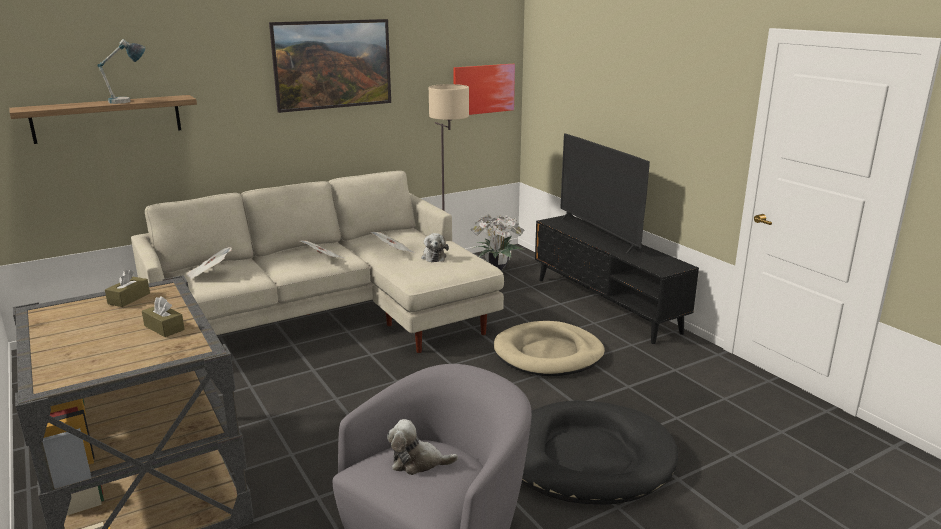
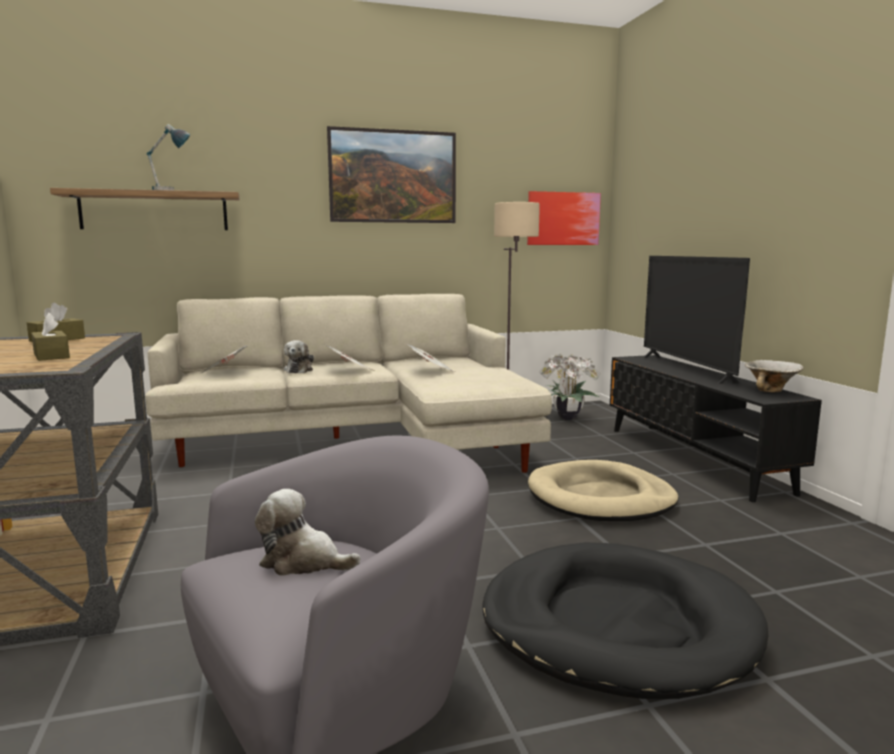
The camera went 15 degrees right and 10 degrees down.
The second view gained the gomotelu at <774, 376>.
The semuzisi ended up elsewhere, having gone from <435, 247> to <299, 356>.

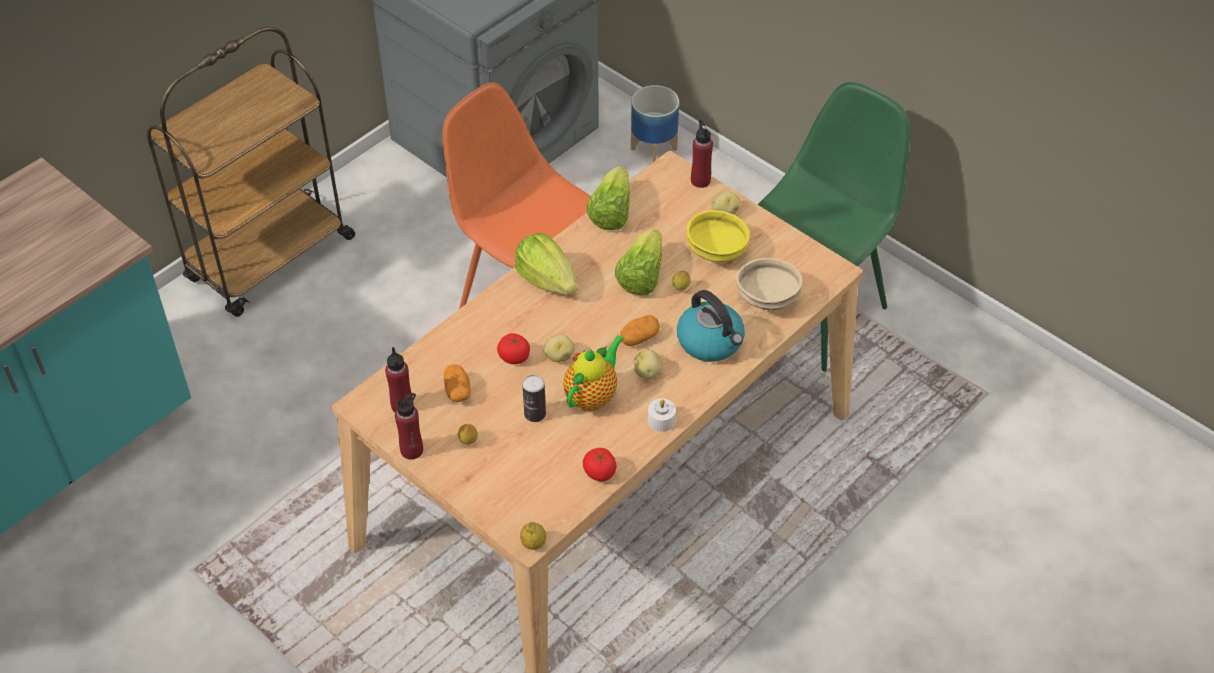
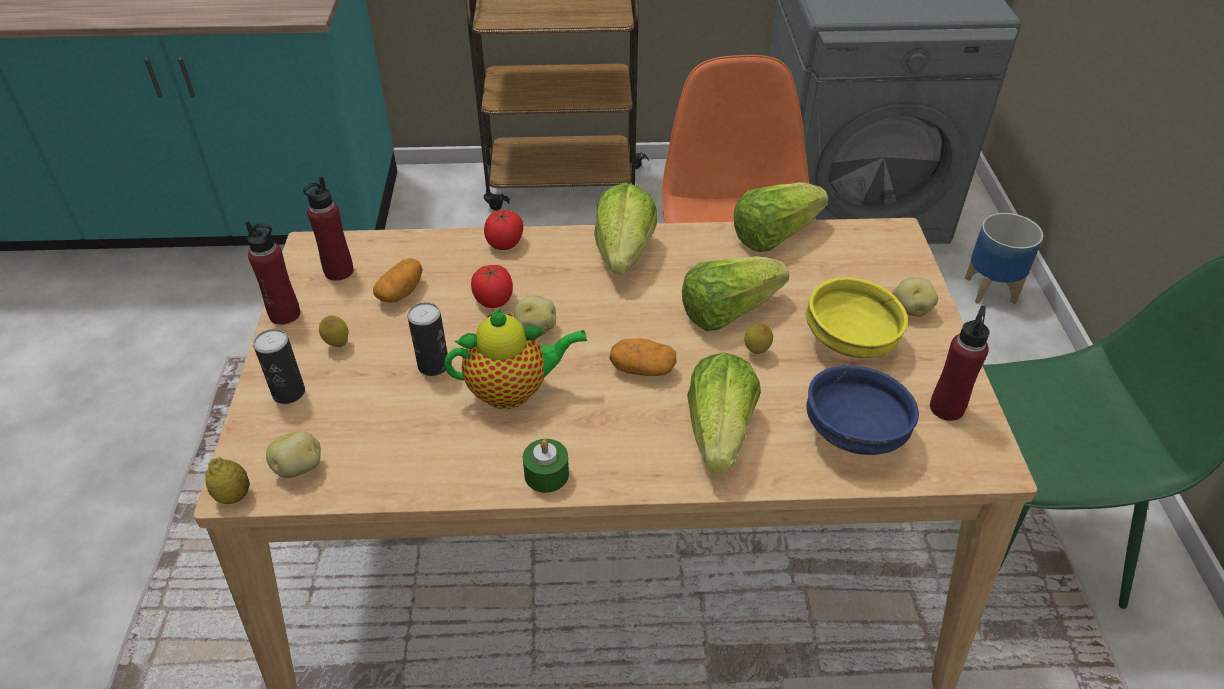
The camera went 45 degrees right and 5 degrees down.
The second view gained the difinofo at <279, 366>.
The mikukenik ended up elsewhere, having gone from <600, 465> to <503, 230>.
The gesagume ended up elsewhere, having gone from <648, 364> to <293, 454>.
The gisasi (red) ended up elsewhere, having gone from <702, 154> to <960, 363>.
Where the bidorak stood at <711, 326>, the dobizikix came to stand at <724, 413>.
What was the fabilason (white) at <662, 415> turned into the fabilason (green) at <546, 466>.
What was the gomotelu (beige) at <769, 284> turned into the gomotelu (blue) at <863, 410>.

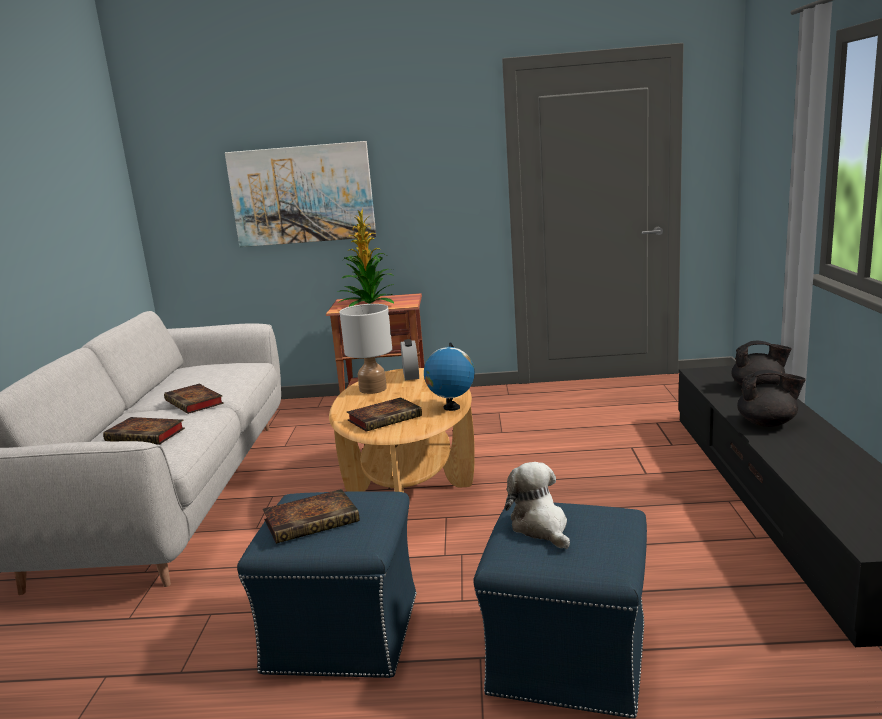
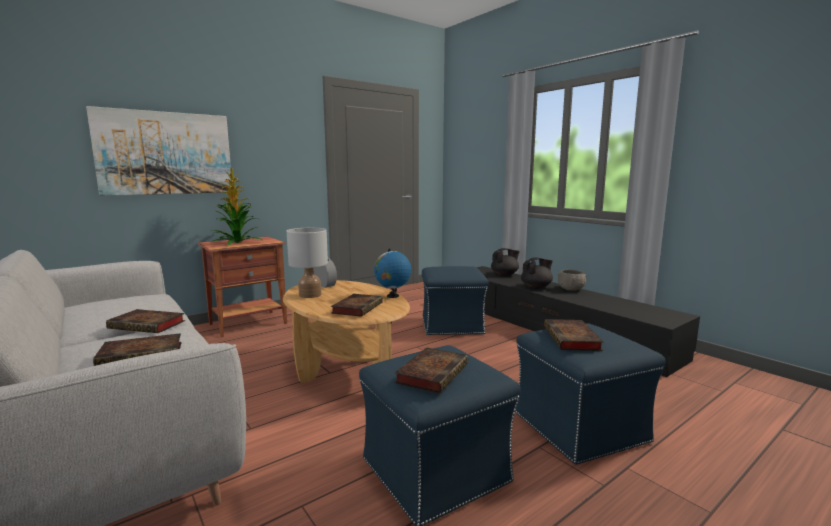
The camera went 40 degrees left and 5 degrees down.
The second view gained the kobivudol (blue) at <455, 301>.
The second view gained the gomotelu (grey) at <572, 280>.
Where the semuzisi stood at <537, 505>, the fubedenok came to stand at <574, 335>.

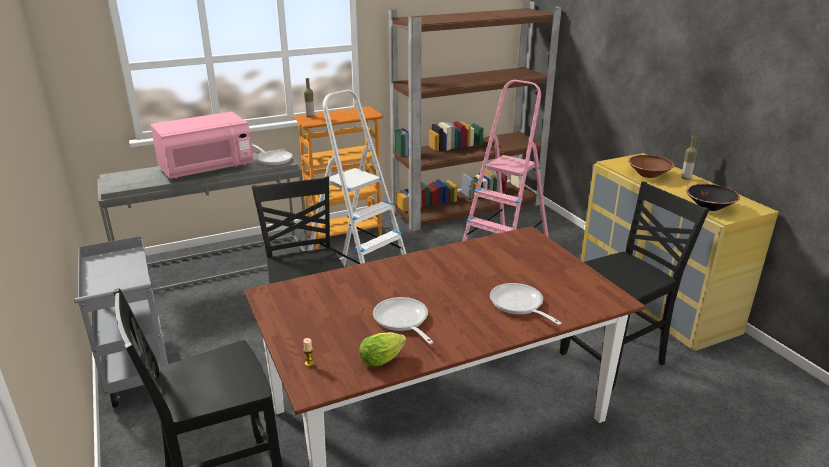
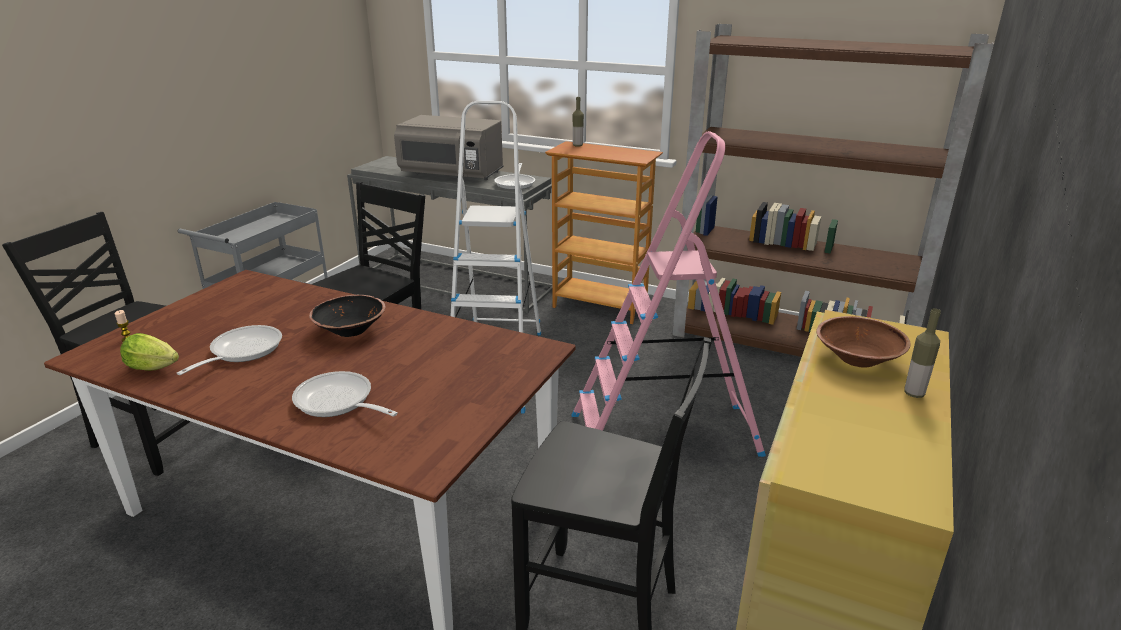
The camera went 50 degrees right and 0 degrees up.
The gomotelu (black) ended up elsewhere, having gone from <713, 197> to <347, 316>.
What was the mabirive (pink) at <202, 145> turned into the mabirive (grey) at <448, 147>.
The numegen at <526, 304> ended up facing another way, 75 degrees counterclockwise from before.

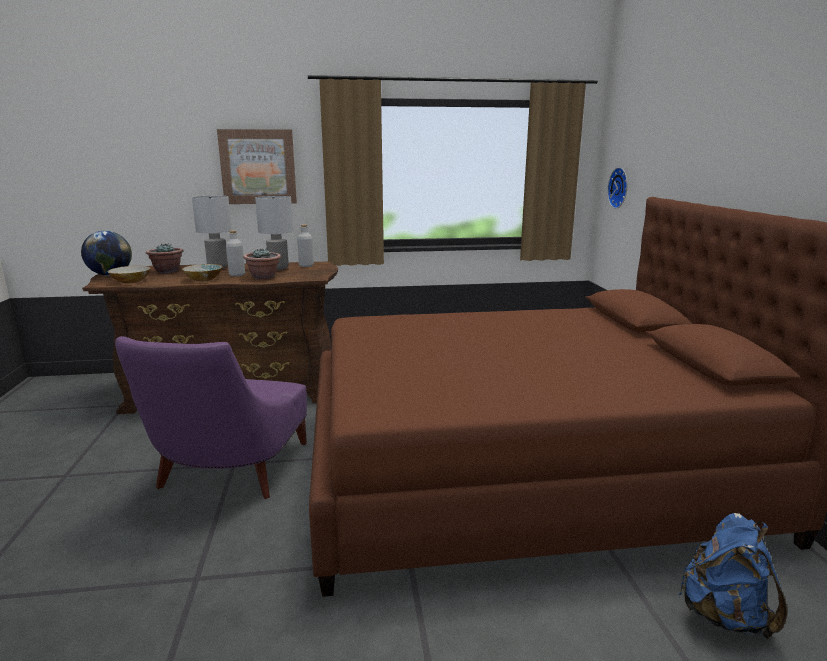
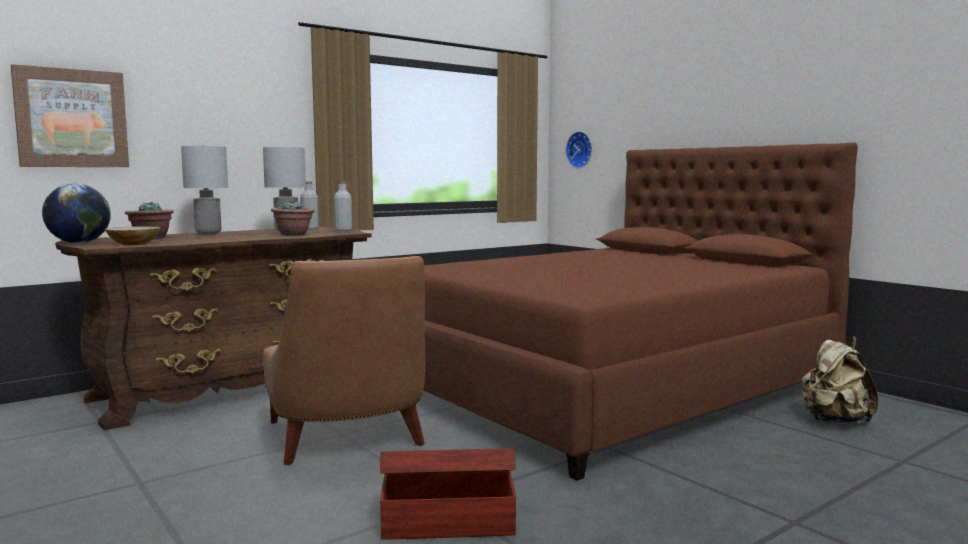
The camera went 30 degrees left and 10 degrees down.
The second view lost the gomotelu at <202, 272>.
The second view gained the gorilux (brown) at <448, 494>.
The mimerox ended up elsewhere, having gone from <257, 166> to <70, 115>.
The gisasi (grey) ended up elsewhere, having gone from <235, 253> to <343, 206>.
What was the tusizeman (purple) at <211, 417> turned into the tusizeman (brown) at <344, 360>.
What was the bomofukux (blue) at <733, 576> turned into the bomofukux (beige) at <840, 379>.

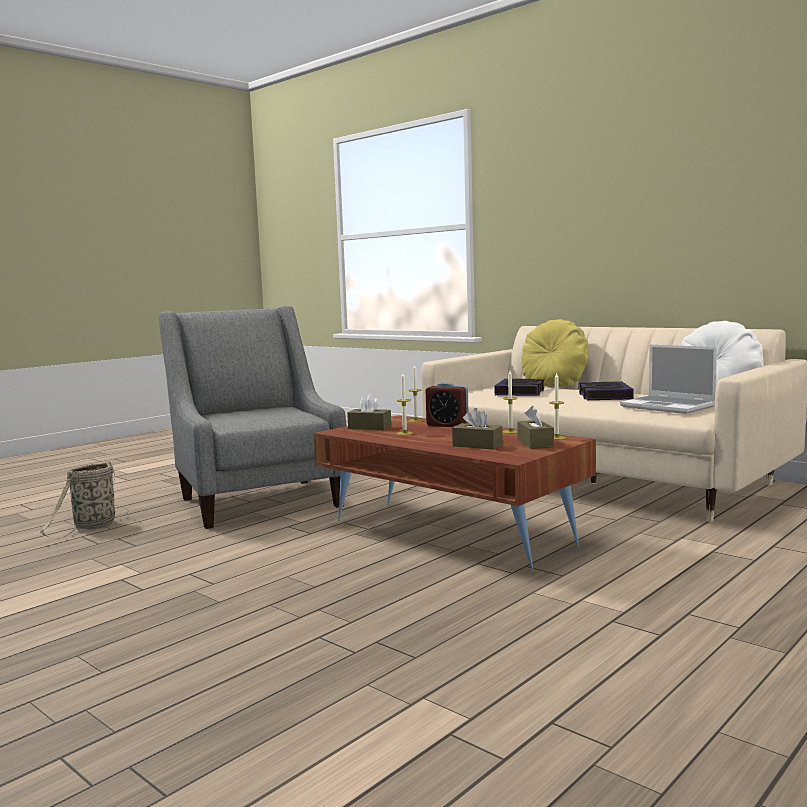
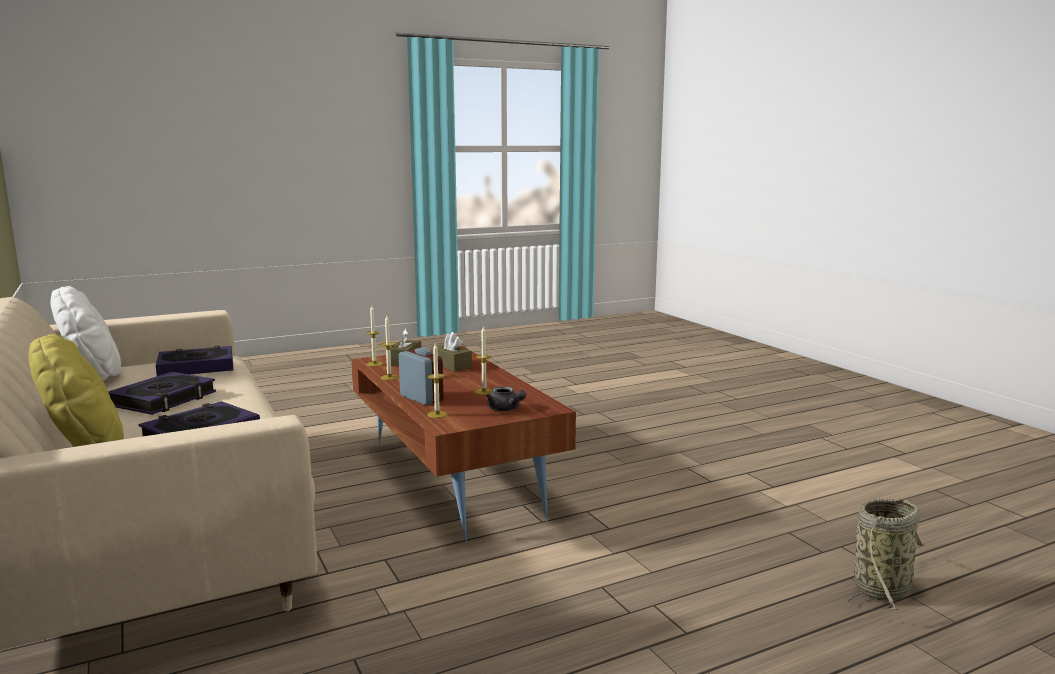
The camera went 160 degrees left and 5 degrees up.
The second view lost the tusizeman (grey) at <252, 417>.
Where the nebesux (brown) stood at <369, 412>, the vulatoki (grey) came to stand at <506, 398>.
Where the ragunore stood at <668, 379>, the fubedenok came to stand at <194, 361>.

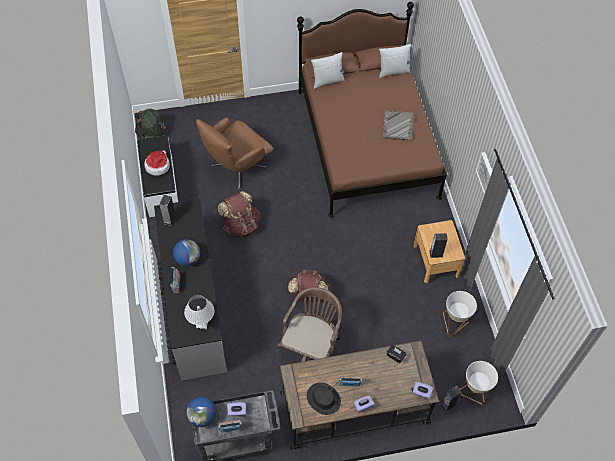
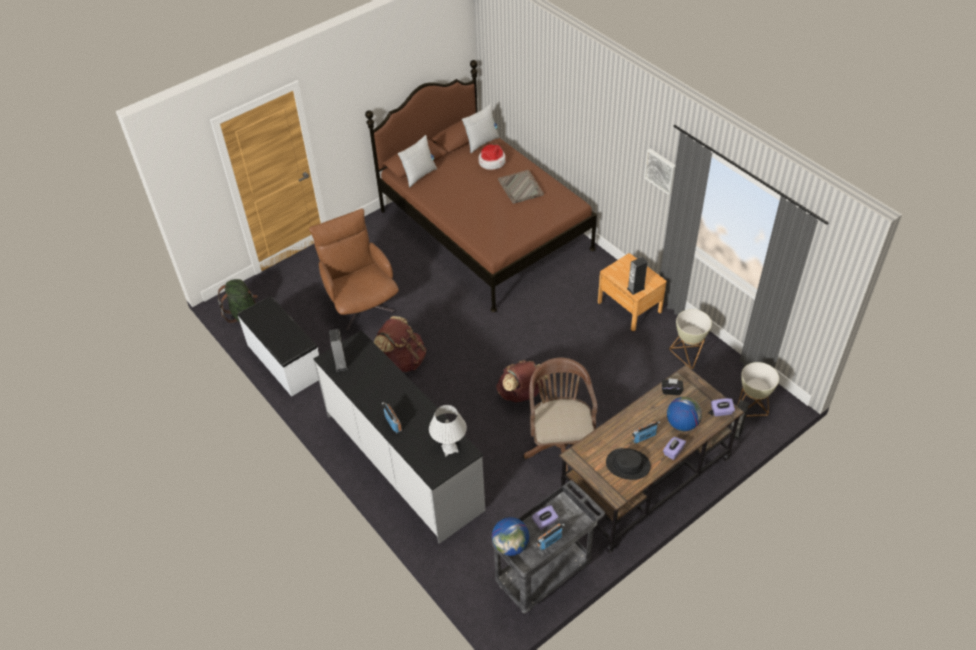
The camera went 25 degrees left and 10 degrees down.
The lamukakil ended up elsewhere, having gone from <157, 163> to <492, 157>.
The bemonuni ended up elsewhere, having gone from <186, 252> to <684, 414>.
The tusizeman (brown) at <234, 153> ended up facing another way, 135 degrees clockwise from before.

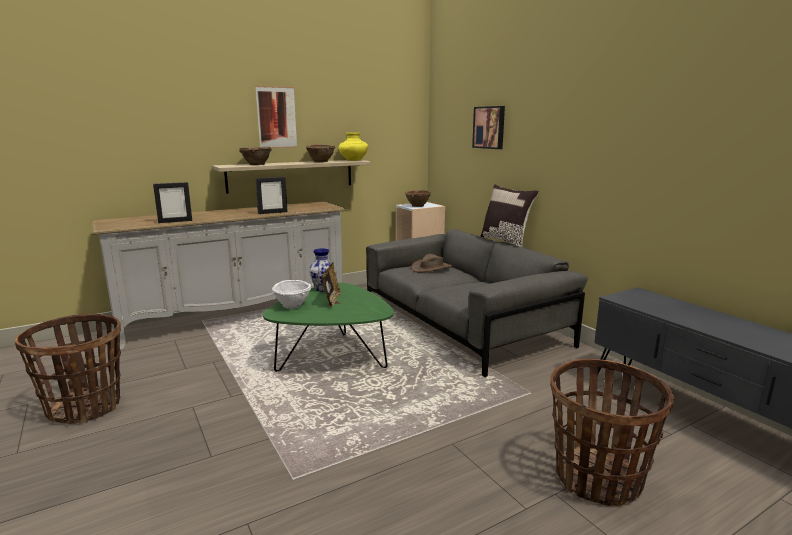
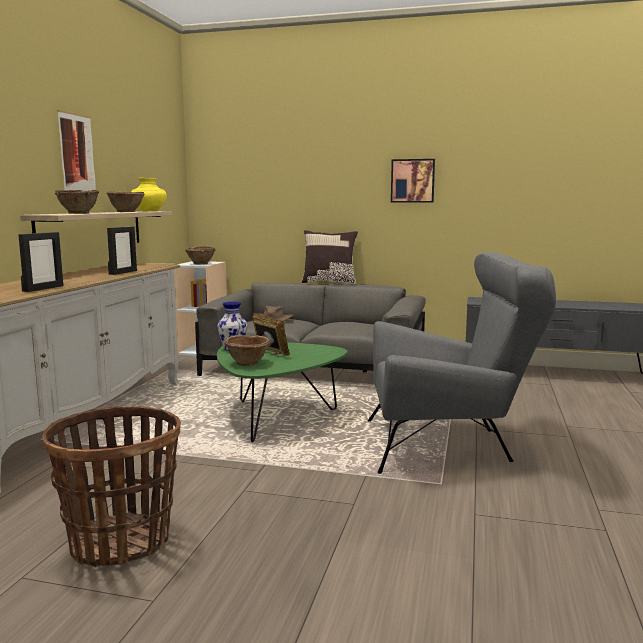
The camera went 45 degrees left and 5 degrees down.
The second view lost the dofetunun at <612, 432>.
The second view gained the tusizeman (grey) at <462, 363>.
The mimerox ended up elsewhere, having gone from <488, 127> to <413, 181>.
What was the gomotelu (white) at <291, 294> turned into the gomotelu (brown) at <248, 350>.

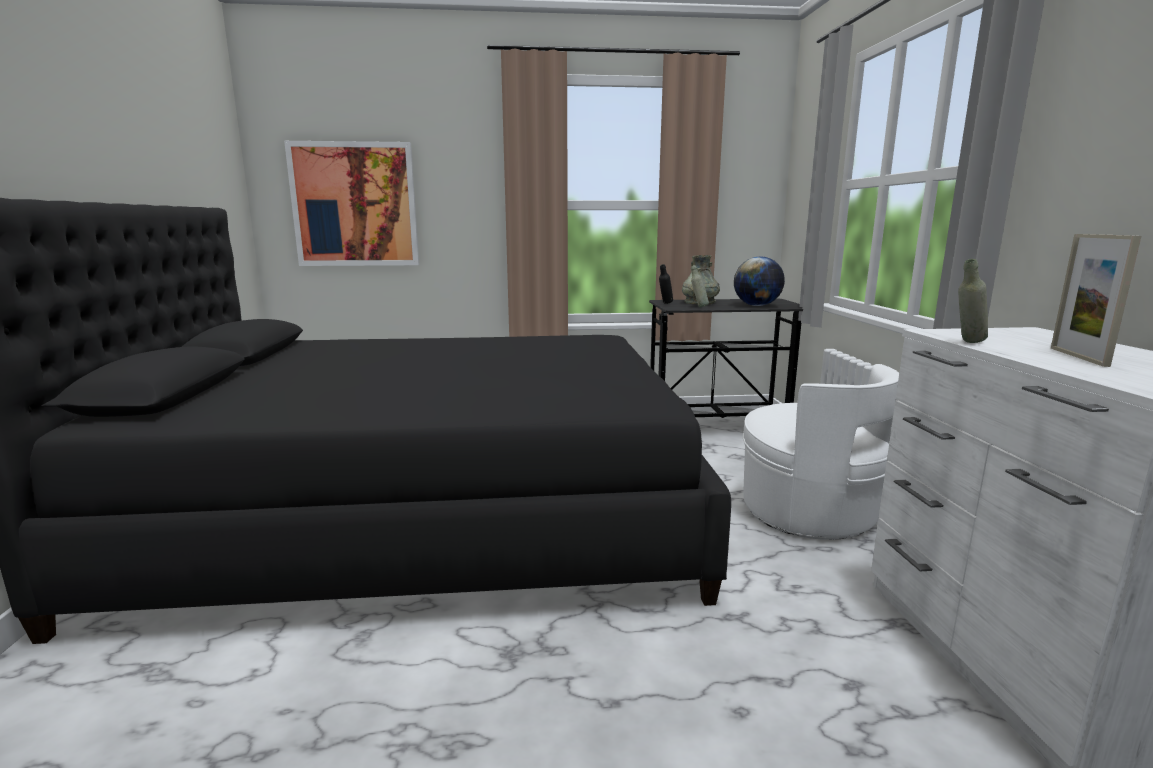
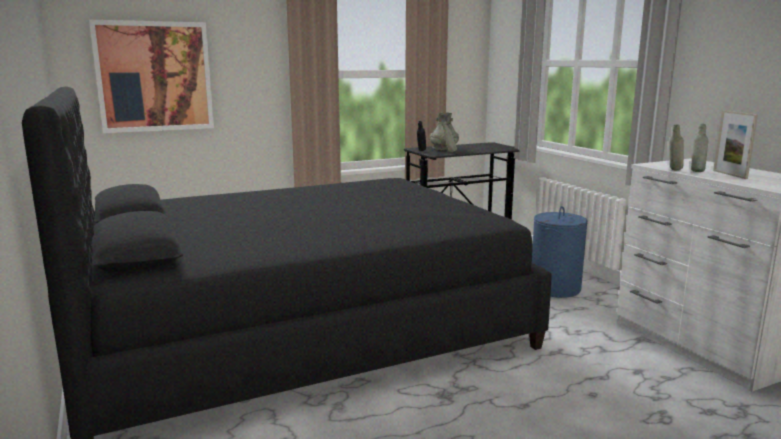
The camera went 20 degrees left and 0 degrees up.
The second view lost the bemonuni at <759, 281>.
The second view gained the gisasi (grey) at <699, 148>.
Where the tusizeman (white) stood at <821, 452>, the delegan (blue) came to stand at <560, 252>.

